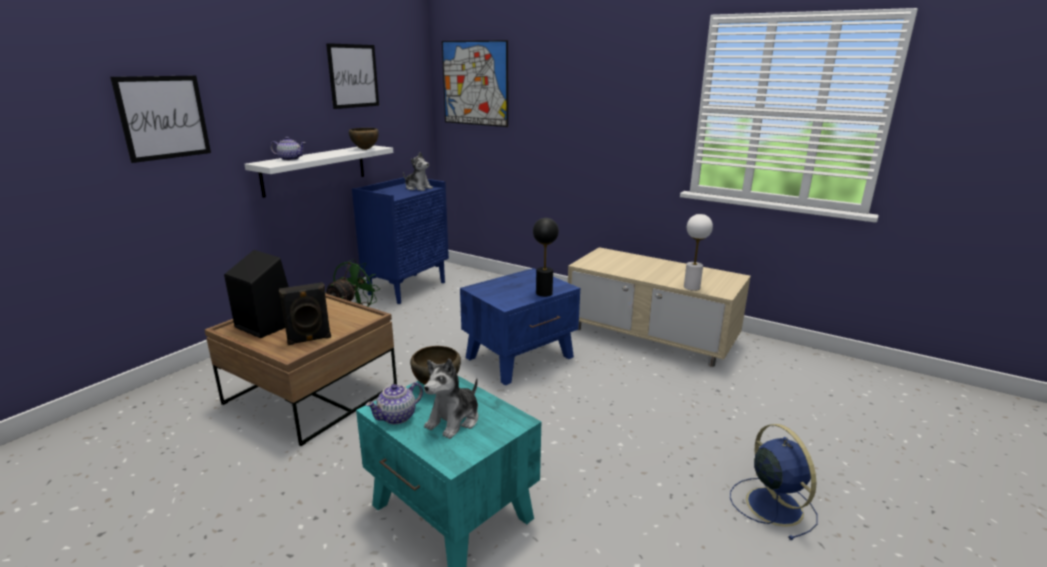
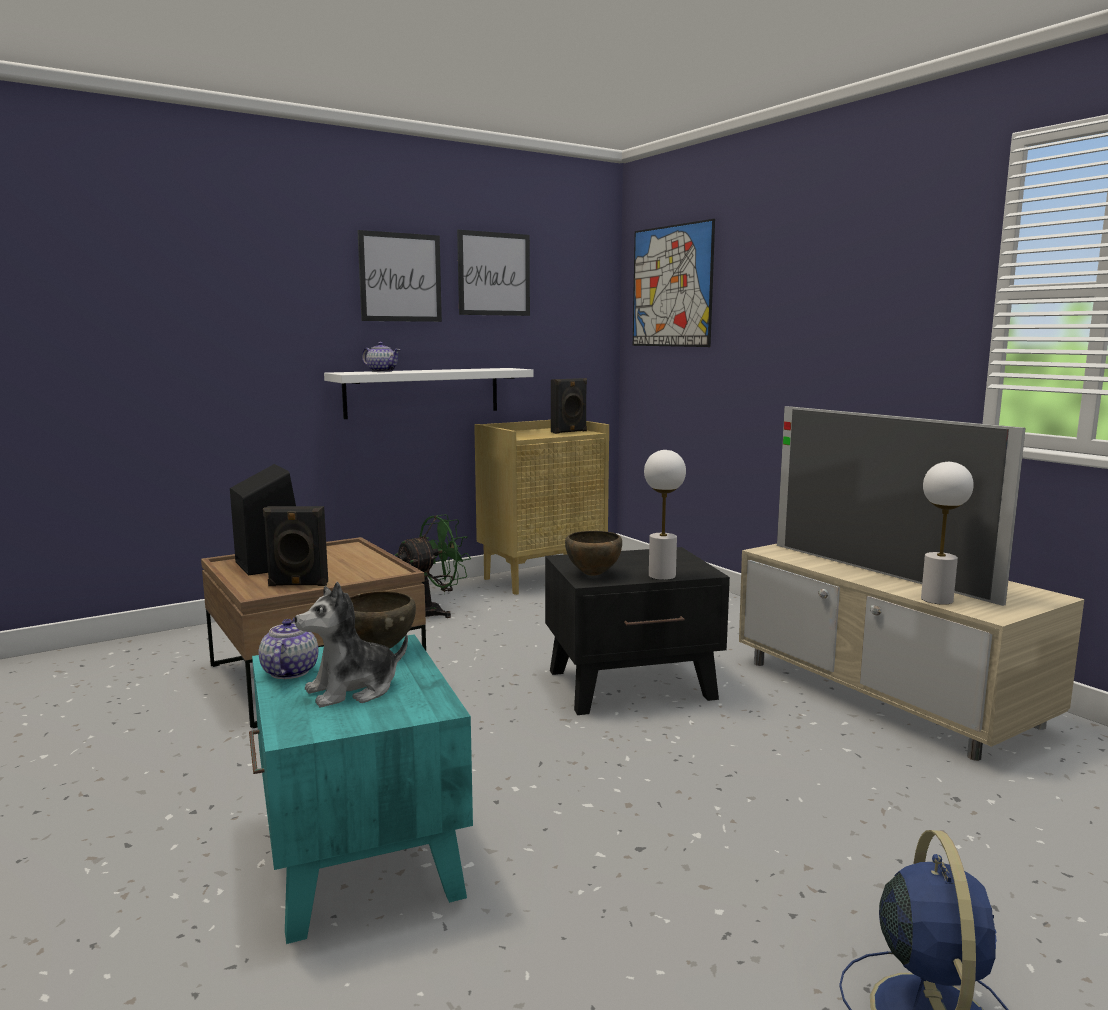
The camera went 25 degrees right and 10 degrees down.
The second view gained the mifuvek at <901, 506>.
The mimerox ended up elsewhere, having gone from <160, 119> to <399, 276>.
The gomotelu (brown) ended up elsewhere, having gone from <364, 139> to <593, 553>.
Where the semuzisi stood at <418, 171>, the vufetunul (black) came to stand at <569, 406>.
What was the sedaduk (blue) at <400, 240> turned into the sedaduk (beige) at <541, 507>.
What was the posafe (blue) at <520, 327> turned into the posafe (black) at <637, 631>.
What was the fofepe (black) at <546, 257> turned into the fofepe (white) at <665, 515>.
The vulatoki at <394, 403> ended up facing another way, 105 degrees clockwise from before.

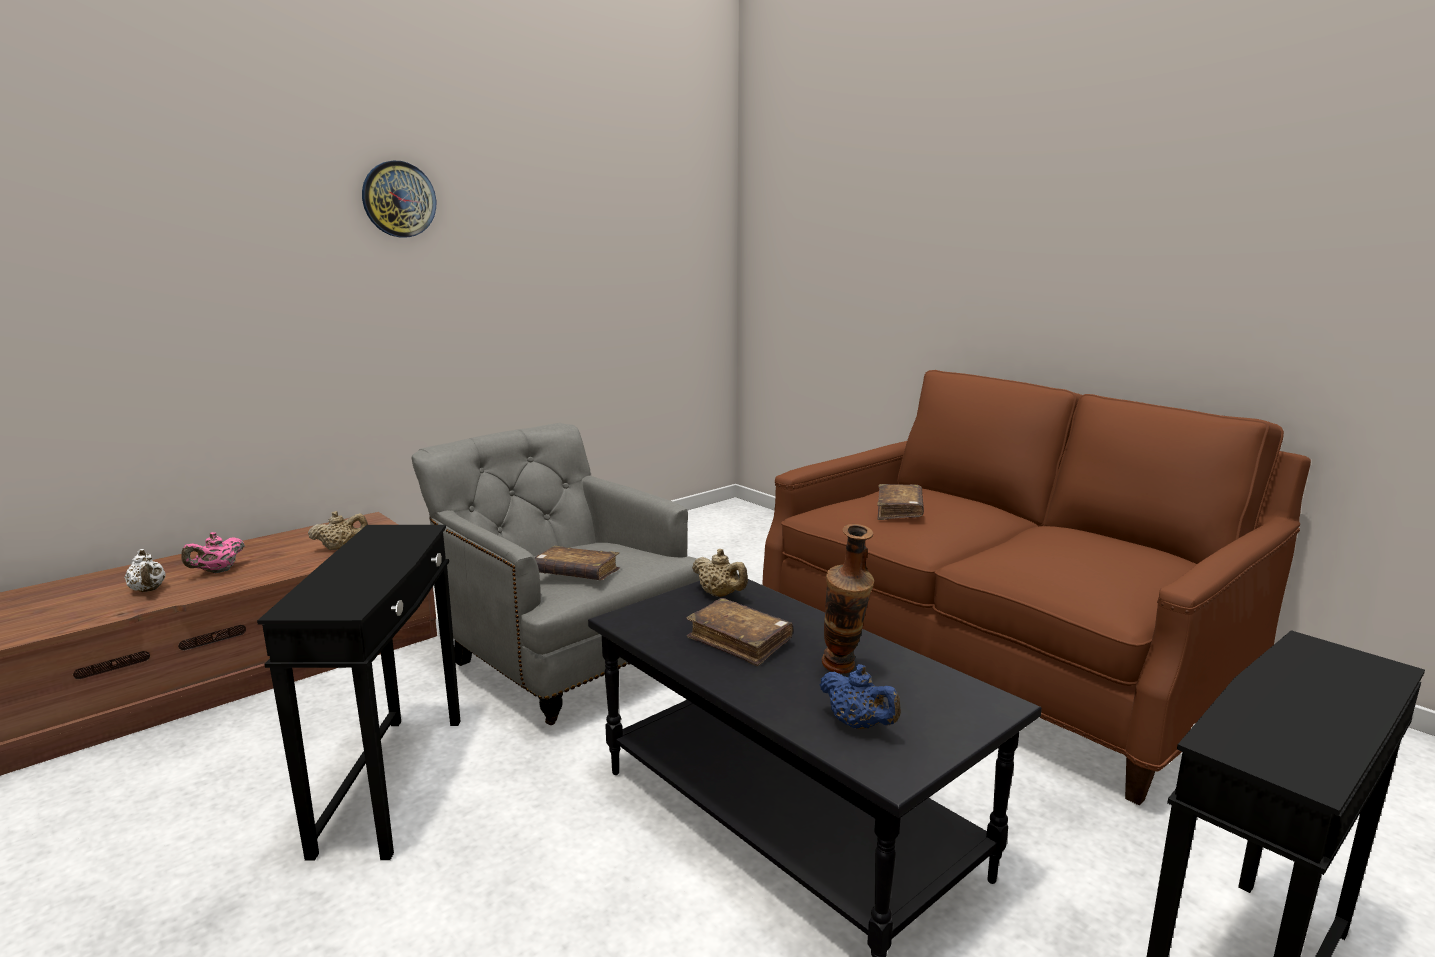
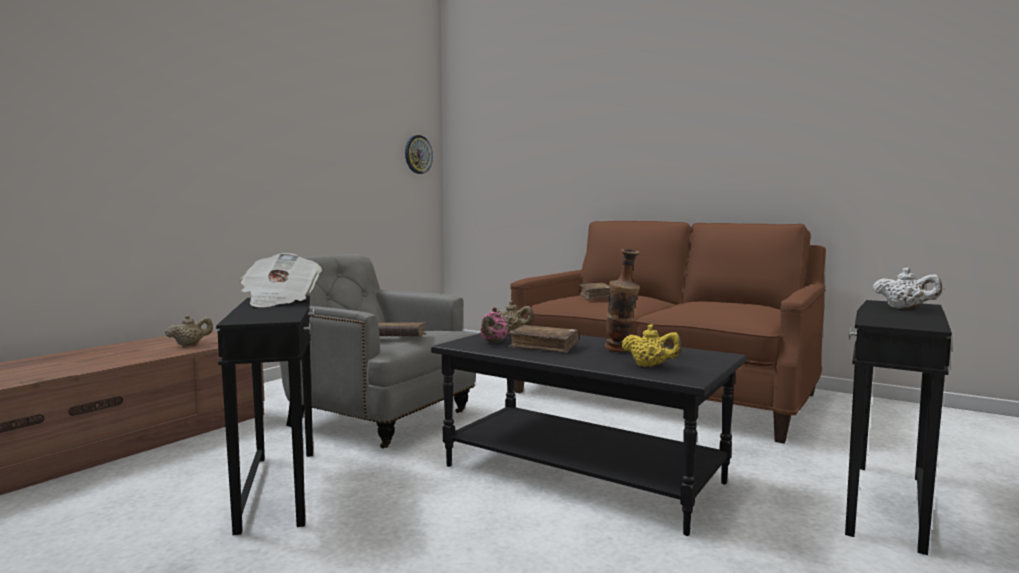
The camera went 15 degrees left and 10 degrees down.
The second view gained the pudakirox at <281, 280>.
The vulatoki (white) ended up elsewhere, having gone from <145, 570> to <907, 288>.
The vulatoki (pink) ended up elsewhere, having gone from <213, 552> to <494, 325>.
The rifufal ended up elsewhere, having gone from <399, 199> to <419, 154>.
What was the vulatoki (blue) at <860, 696> turned into the vulatoki (yellow) at <652, 345>.

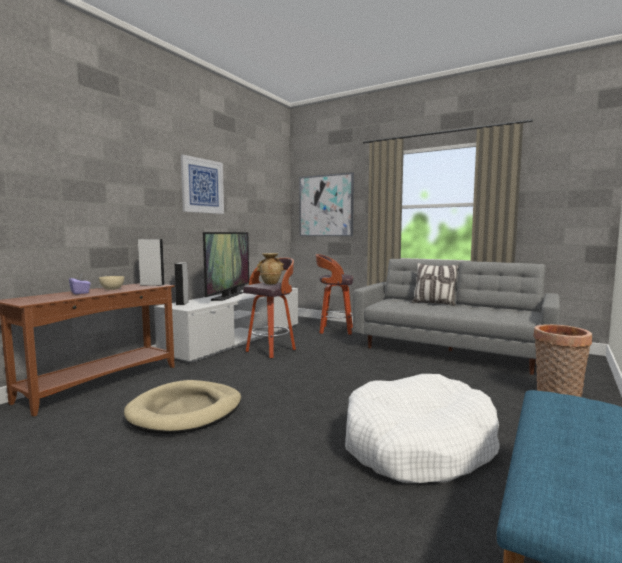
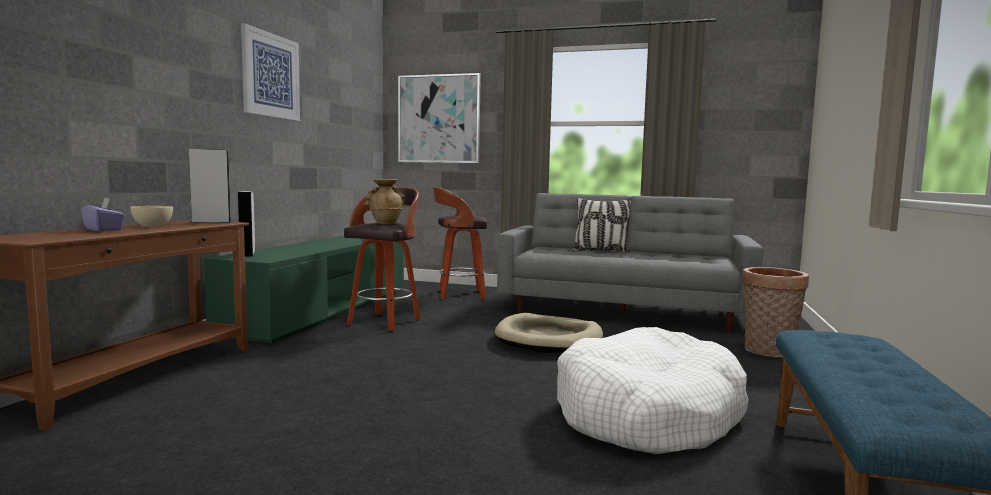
The camera went 15 degrees left and 0 degrees up.
The second view lost the mifuvek at <226, 266>.
The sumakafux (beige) ended up elsewhere, having gone from <182, 407> to <549, 333>.
What was the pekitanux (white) at <226, 325> turned into the pekitanux (green) at <304, 289>.

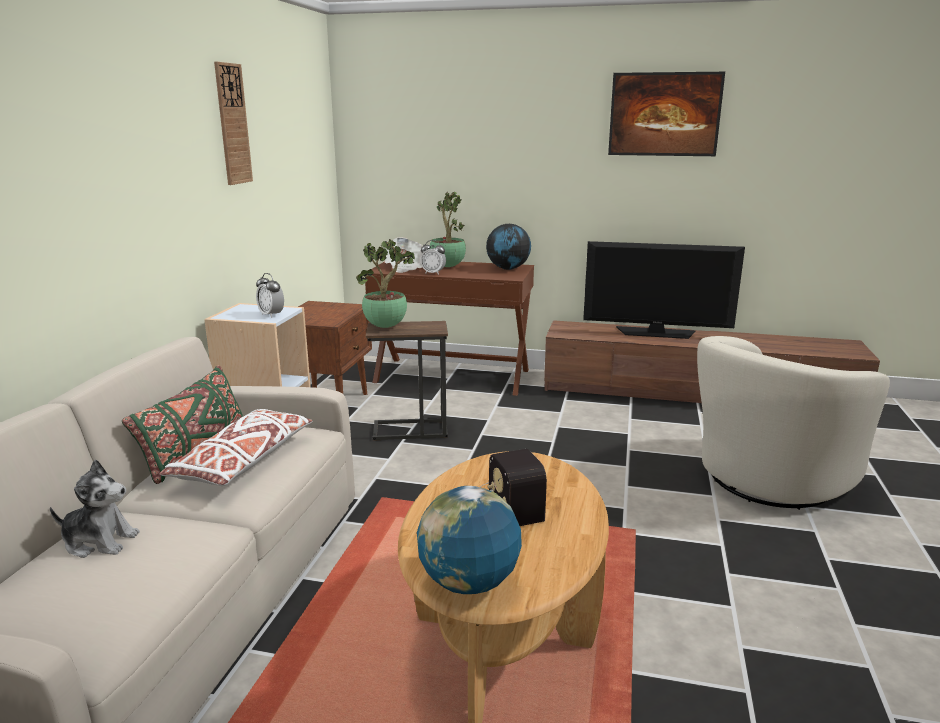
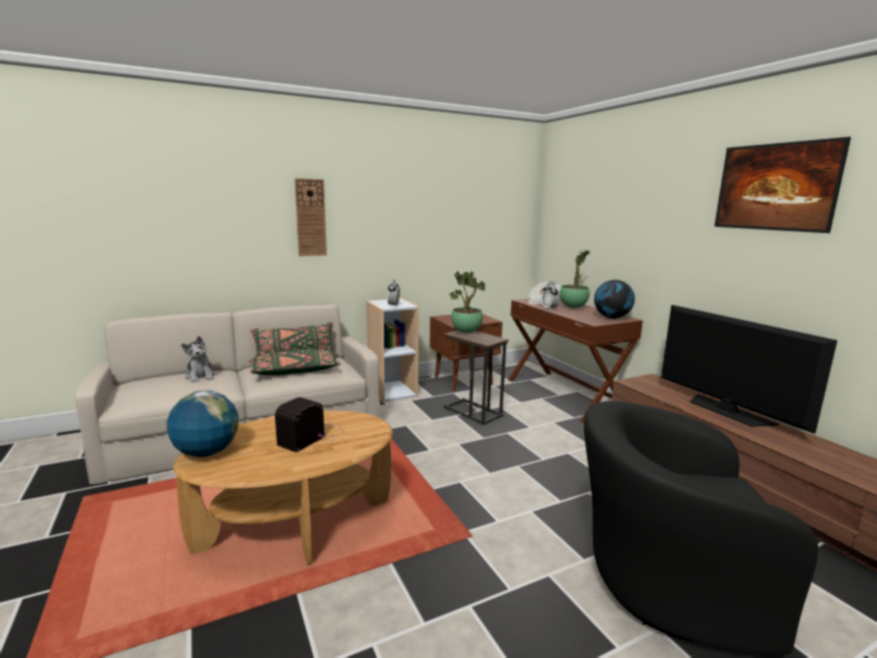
The camera went 50 degrees right and 5 degrees down.
The rifufal ended up elsewhere, having gone from <233, 123> to <311, 217>.
What was the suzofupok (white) at <236, 447> turned into the suzofupok (green) at <295, 362>.
What was the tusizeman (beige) at <793, 423> turned into the tusizeman (black) at <701, 527>.

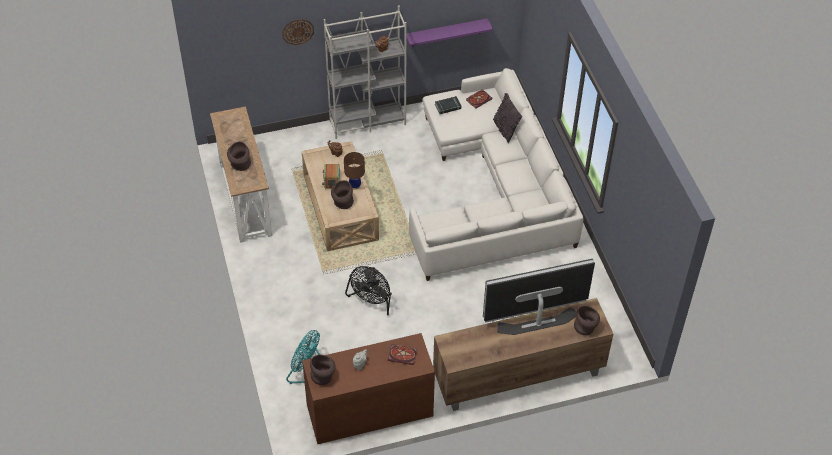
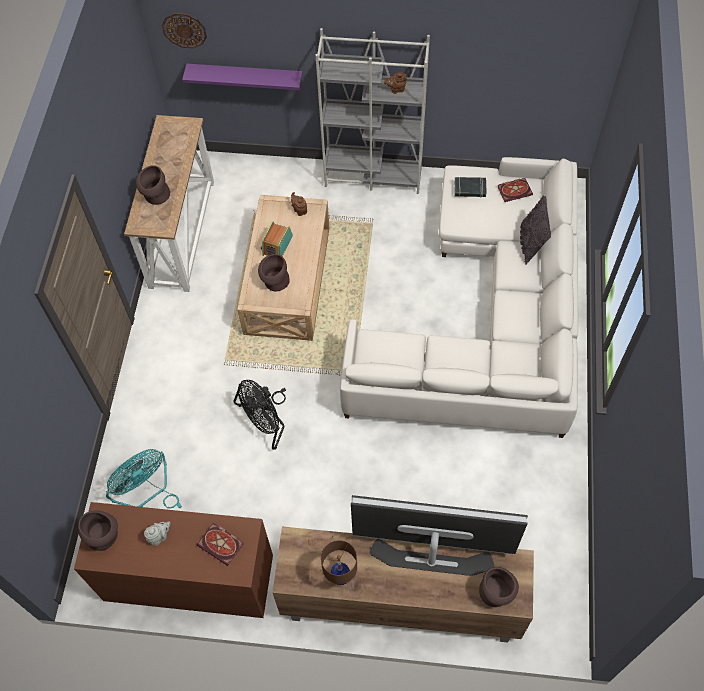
The camera went 25 degrees right and 10 degrees up.
The rifufal ended up elsewhere, having gone from <298, 32> to <184, 30>.
The fofepe (brown) ended up elsewhere, having gone from <354, 171> to <339, 562>.
The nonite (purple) ended up elsewhere, having gone from <450, 32> to <242, 77>.

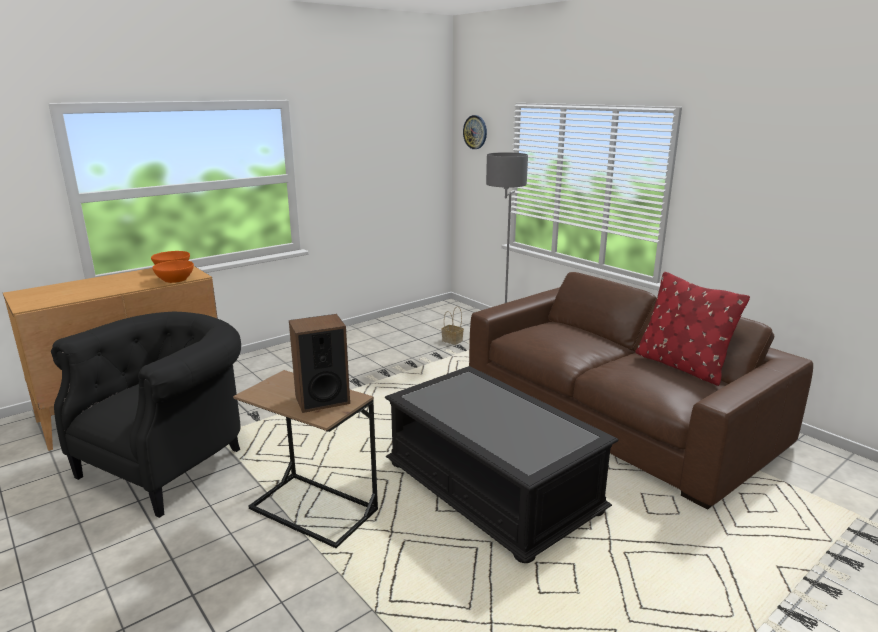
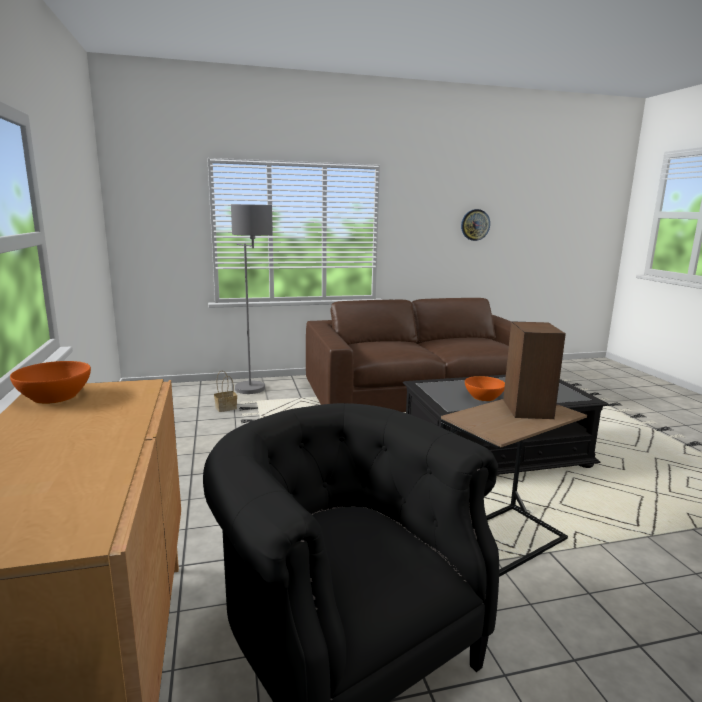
The camera went 65 degrees left and 5 degrees down.
The second view lost the suzofupok (red) at <692, 329>.
The gomotelu (orange) ended up elsewhere, having gone from <173, 271> to <485, 388>.
The rifufal ended up elsewhere, having gone from <475, 132> to <475, 225>.

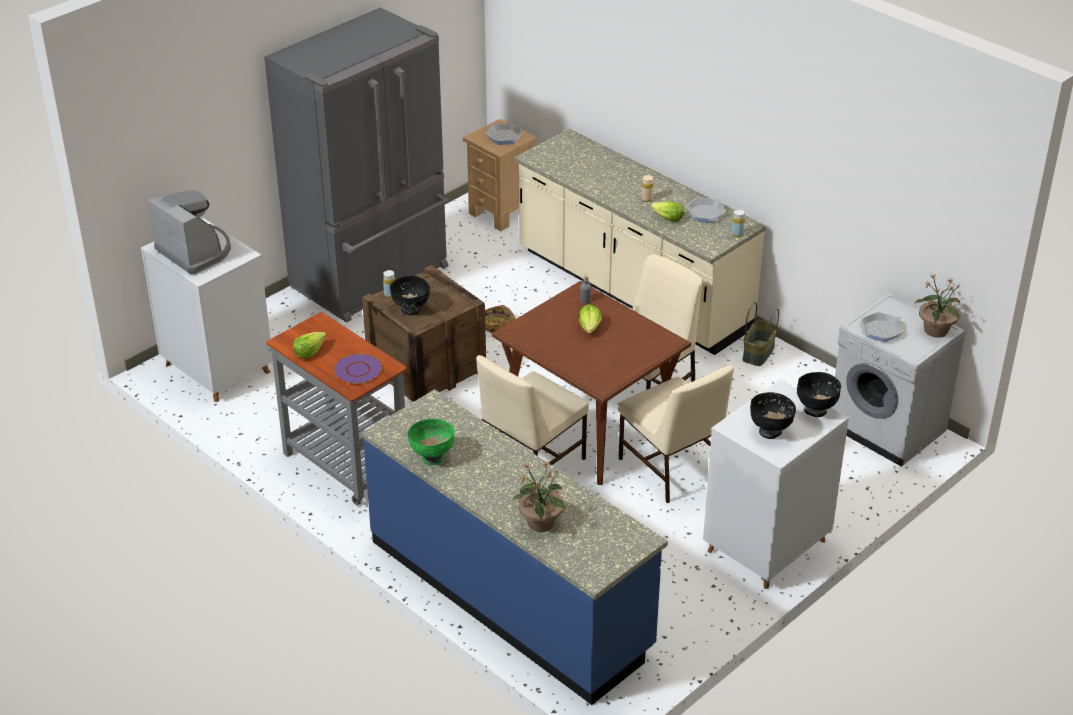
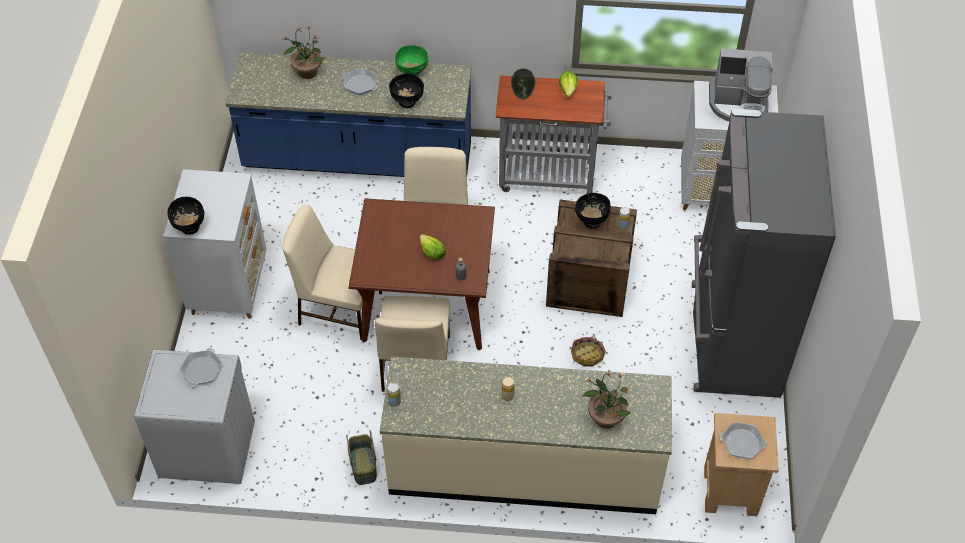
The camera went 140 degrees right and 15 degrees up.
The second view lost the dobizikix at <667, 212>.
The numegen ended up elsewhere, having gone from <706, 210> to <360, 82>.
The gomotelu (black) ended up elsewhere, having gone from <773, 415> to <406, 90>.
The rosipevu ended up elsewhere, having gone from <937, 306> to <606, 400>.
Where the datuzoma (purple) stood at <358, 369>, the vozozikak came to stand at <523, 84>.

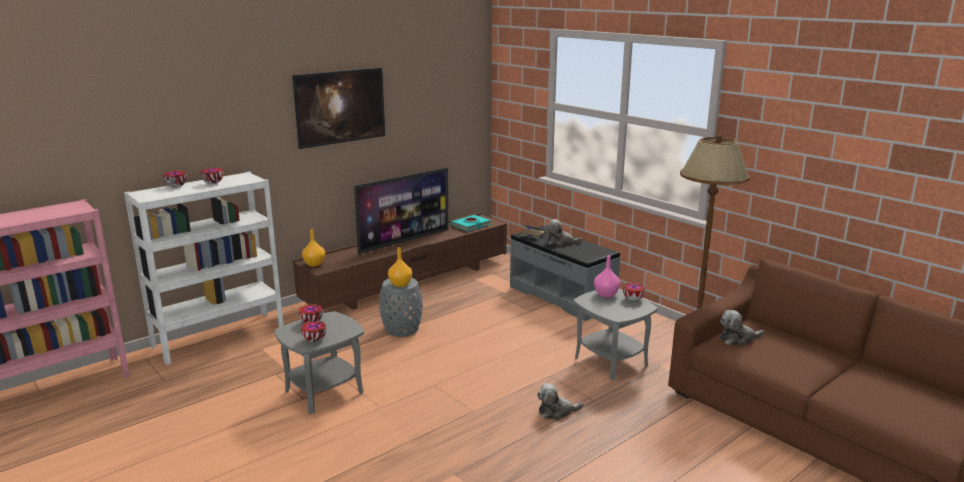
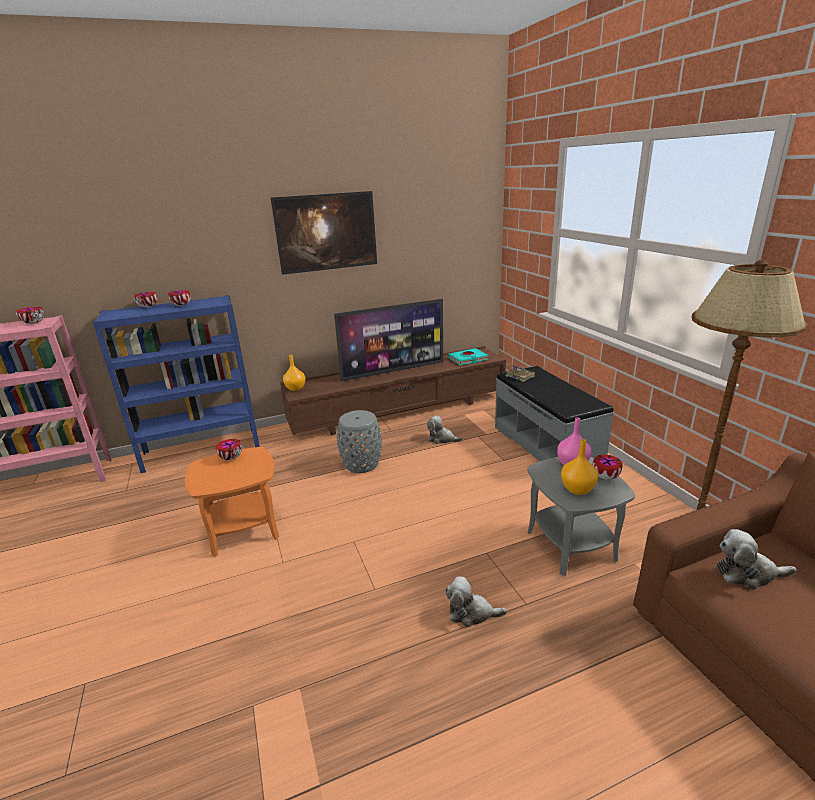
The camera went 20 degrees right and 5 degrees up.
The gomotelu ended up elsewhere, having gone from <314, 331> to <30, 315>.
The vozozikak (orange) ended up elsewhere, having gone from <400, 267> to <579, 467>.
The semuzisi ended up elsewhere, having gone from <564, 232> to <445, 430>.
What was the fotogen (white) at <204, 268> turned into the fotogen (blue) at <176, 384>.
What was the posafe (grey) at <319, 362> turned into the posafe (orange) at <232, 502>.

